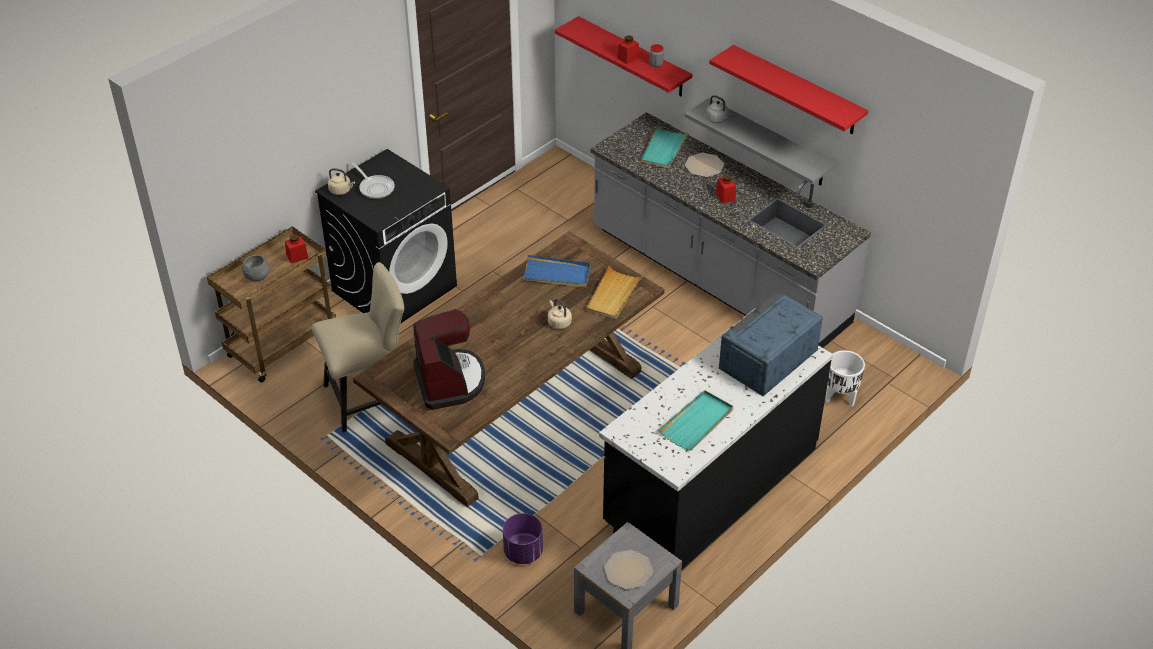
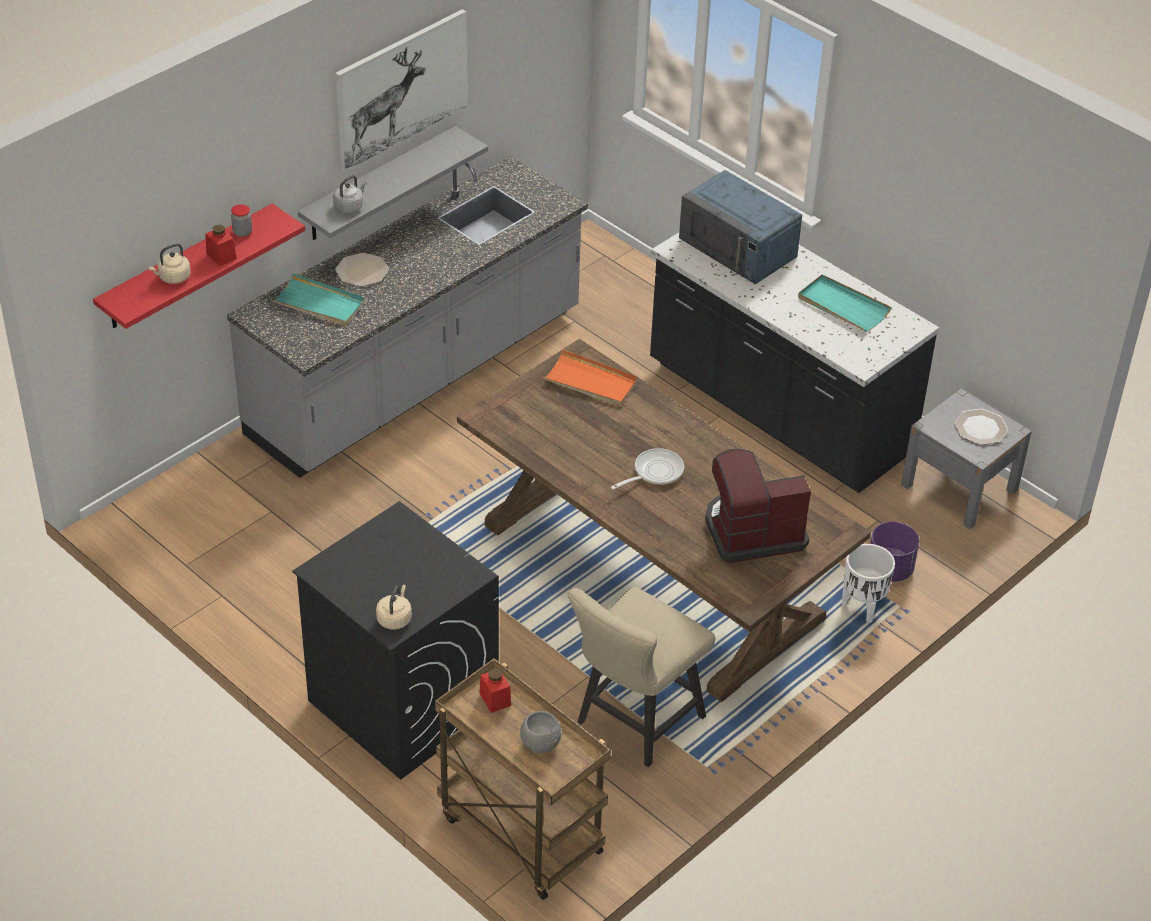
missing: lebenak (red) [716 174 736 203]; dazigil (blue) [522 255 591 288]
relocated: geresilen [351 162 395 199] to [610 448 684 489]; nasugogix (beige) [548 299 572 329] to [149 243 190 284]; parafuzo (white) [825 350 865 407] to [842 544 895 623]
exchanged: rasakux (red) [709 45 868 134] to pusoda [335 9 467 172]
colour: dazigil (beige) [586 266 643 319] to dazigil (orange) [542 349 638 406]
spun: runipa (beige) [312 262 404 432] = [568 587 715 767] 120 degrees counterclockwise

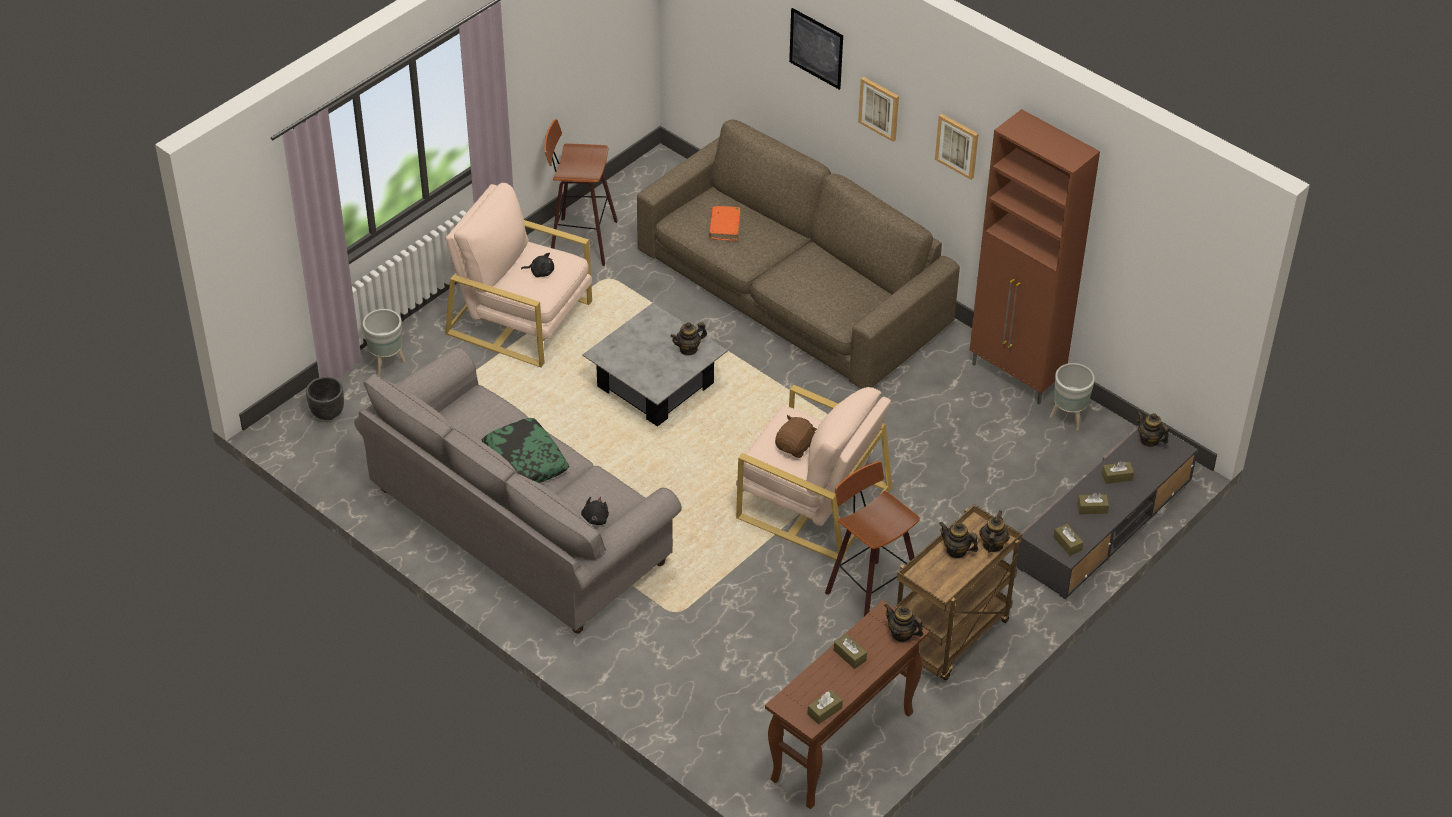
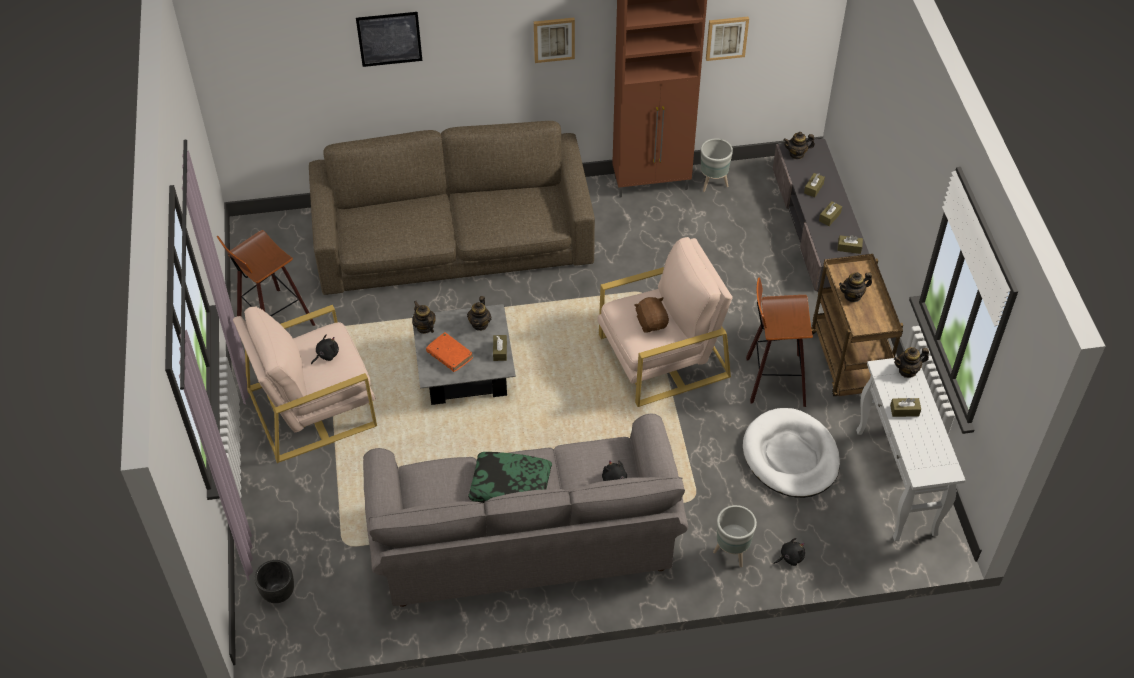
appeared: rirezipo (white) [743 408 840 498]; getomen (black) [773 538 805 566]
relocated: pusoda [858 77 899 142] to [706 17 749 61]; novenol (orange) [709 206 740 241] to [426 332 473 372]; parafuzo (grey) [363 309 406 376] to [713 505 757 567]; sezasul [979 510 1010 553] to [412 301 435 334]; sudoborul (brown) [808 690 843 724] to [493 335 507 361]
colour: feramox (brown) [765 600 929 809] to feramox (white) [856 358 965 542]

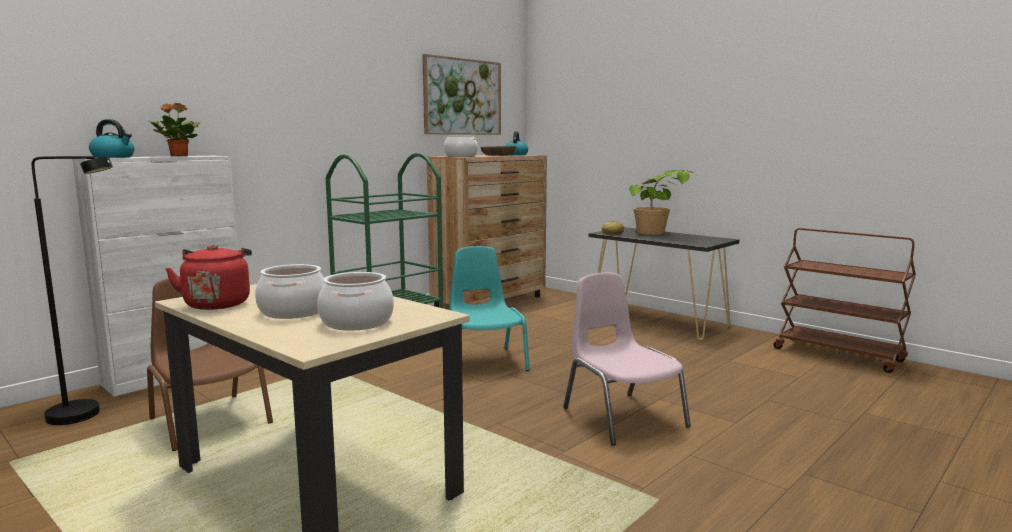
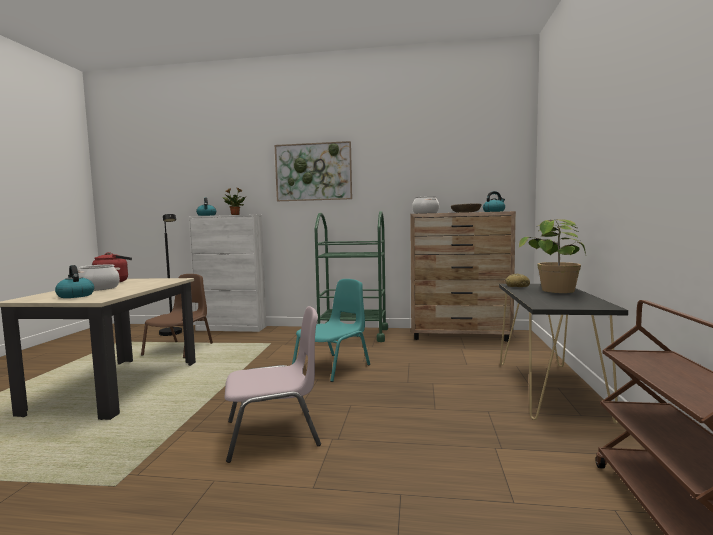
relocated: pusoda [422 54 501 135] to [275 141 352 201]
exchanged: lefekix [317 272 394 330] to nasugogix [55 265 94 298]
spun: runipa (pink) [563 273 691 445] = [224 306 321 463] 45 degrees clockwise

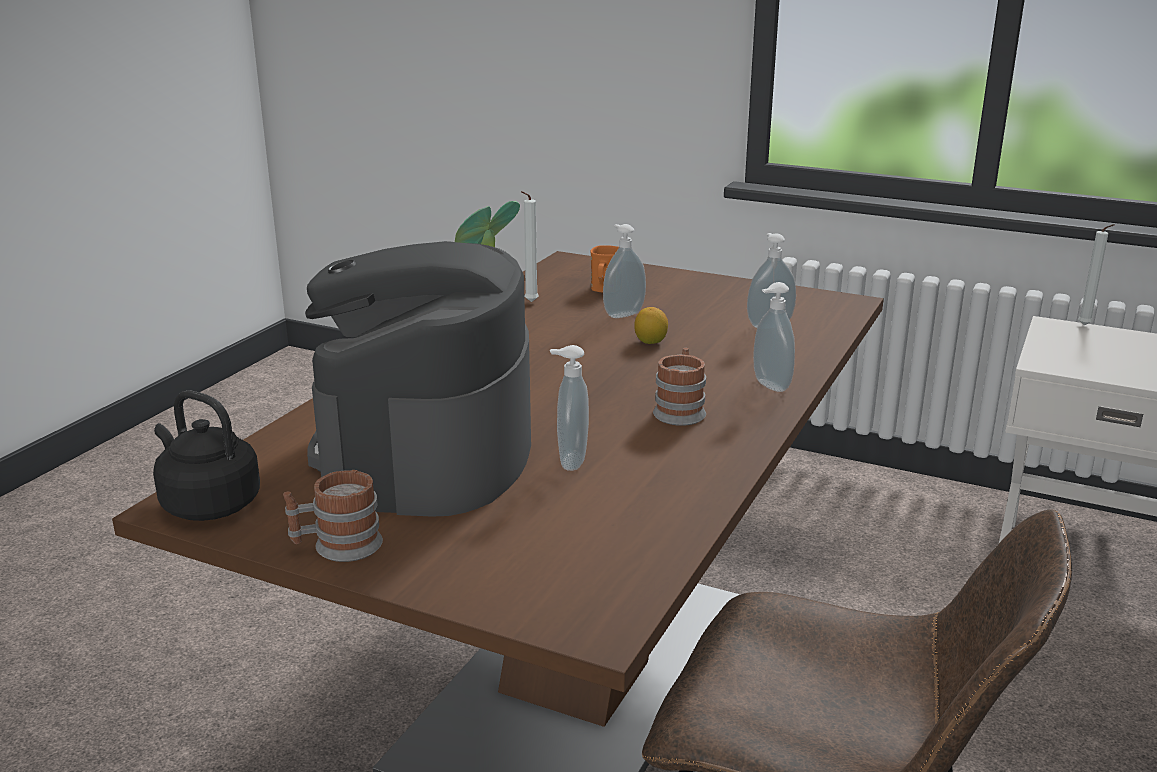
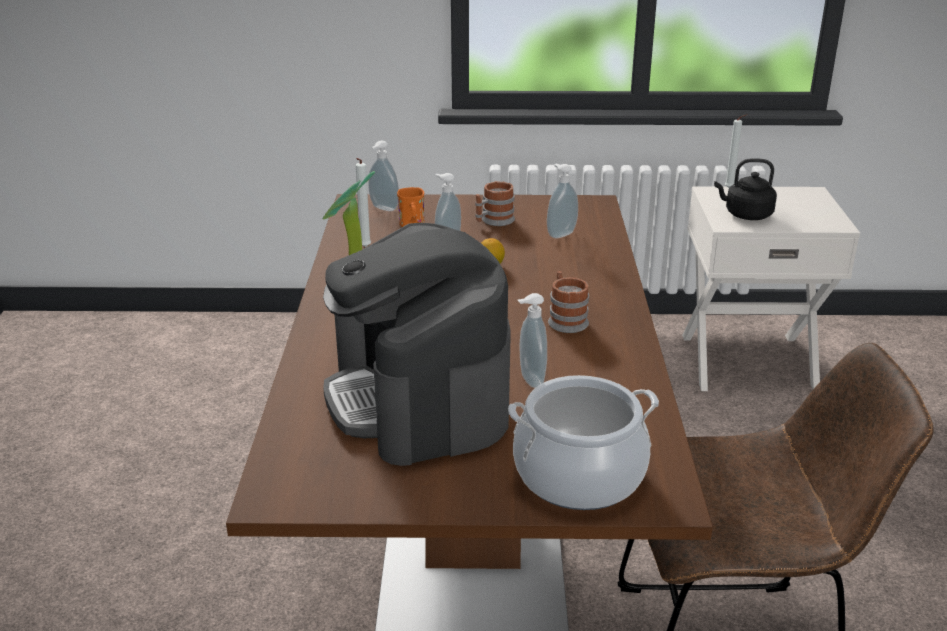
appeared: lefekix [508 375 659 510]
relocated: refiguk [753 282 795 392] to [368 140 399 211]; nasugogix (black) [153 390 260 521] to [714 158 777 220]; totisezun [283 470 383 562] to [475 181 515 226]

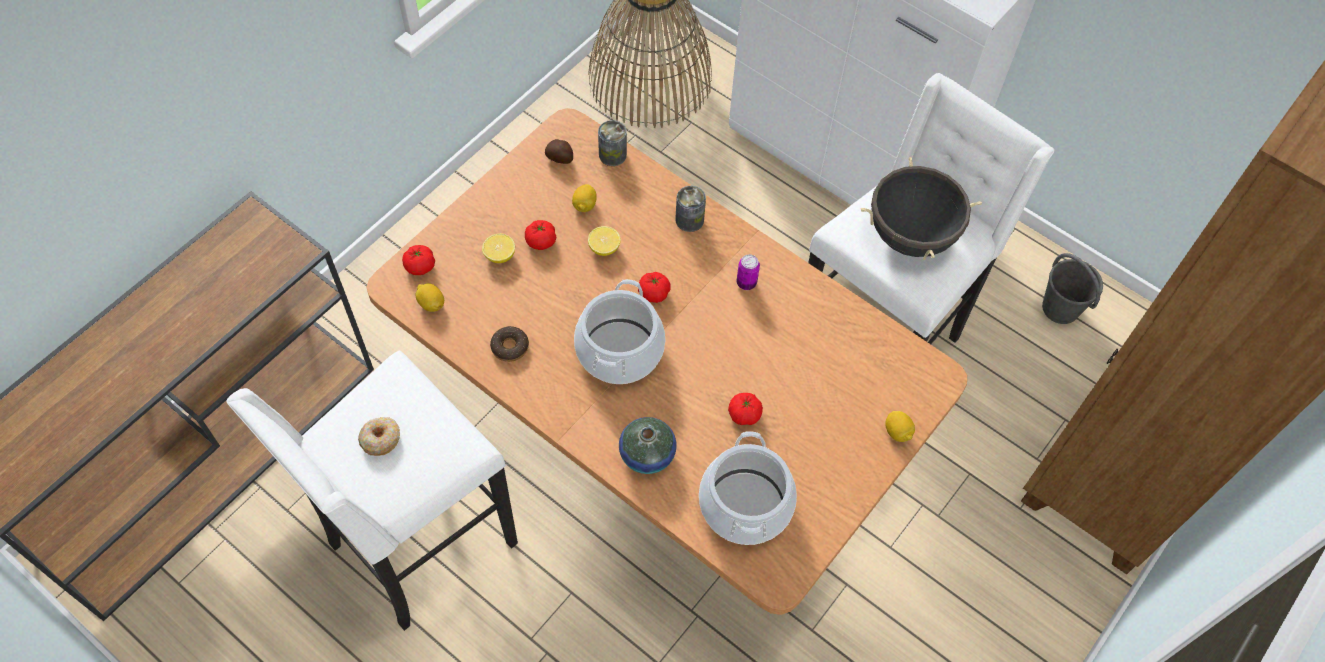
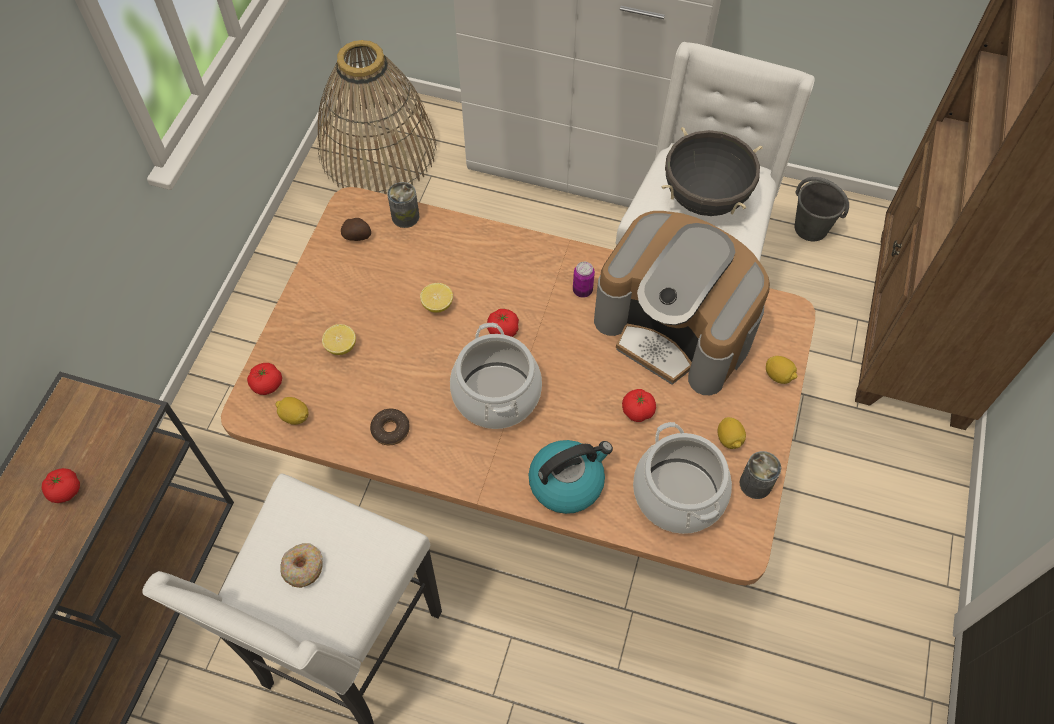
appeared: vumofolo [594 211 770 395]
relocated: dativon [572 184 597 212] to [718 417 746 449]; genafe [675 186 706 232] to [740 451 781 499]; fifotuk [525 220 557 250] to [42 468 80 503]
exchanged: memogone [619 417 677 474] to nasugogix [528 440 613 514]

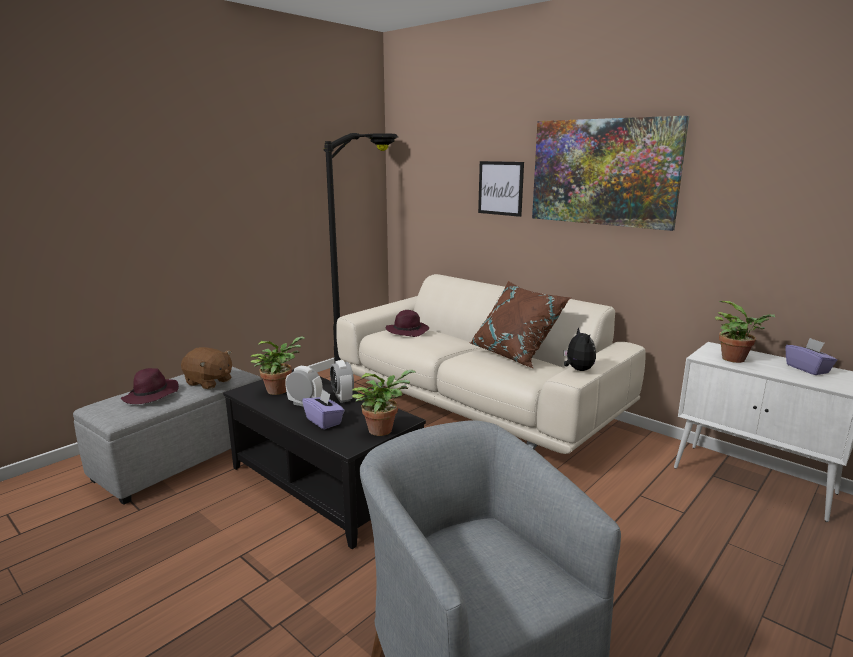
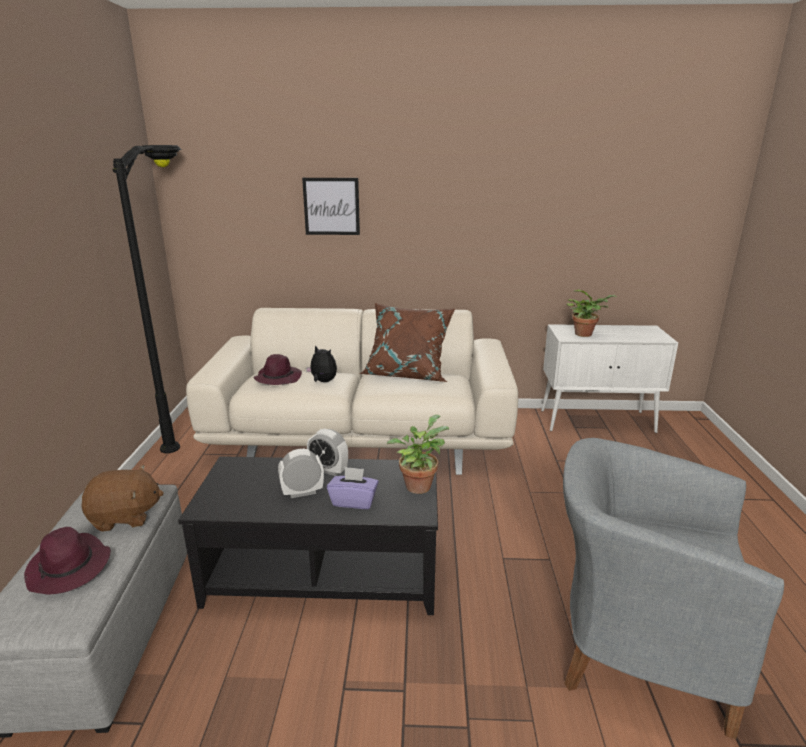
missing: pusoda [532 116 689 231]; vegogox [250 337 306 395]; sudoborul (purple) [785 338 837 375]
relocated: getomen [564 328 596 371] to [306 345 337 382]

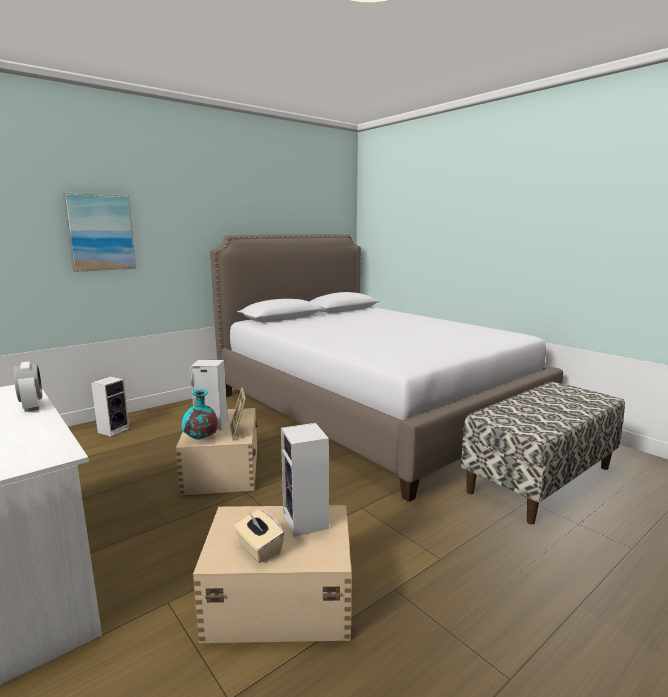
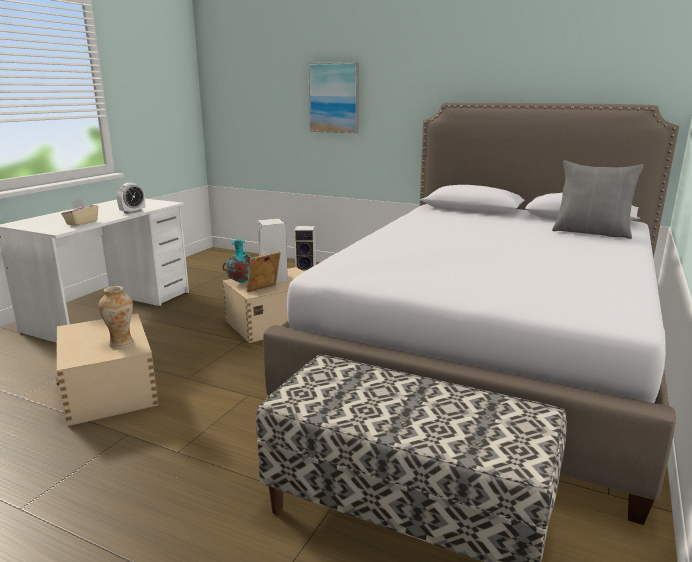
appeared: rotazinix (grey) [552 160 644 239]
relocated: sudoborul (beige) [234 509 285 563] to [61 199 98 226]
exchanged: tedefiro [281 423 329 536] to memogone [99 286 134 349]

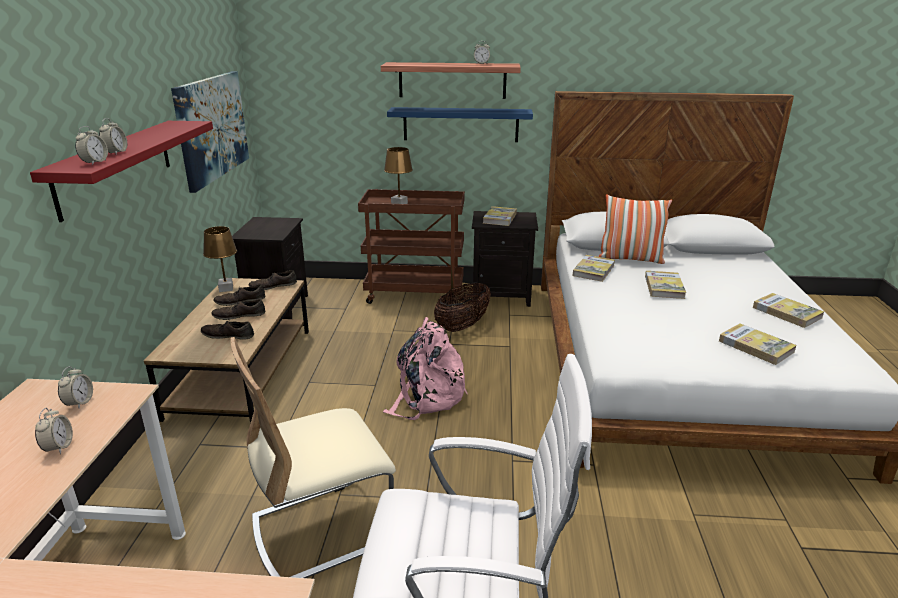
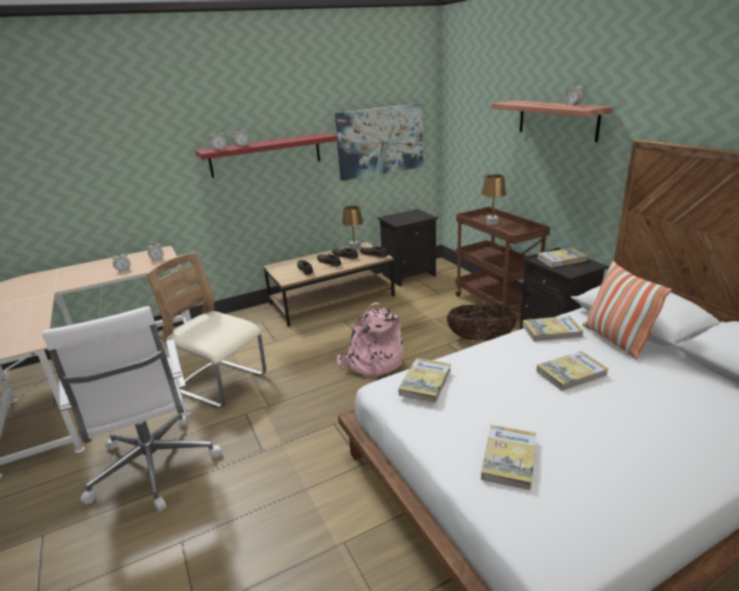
missing: rasakux (blue) [387 107 533 142]
relocated: novenol [753 293 824 328] to [398 358 451 403]

